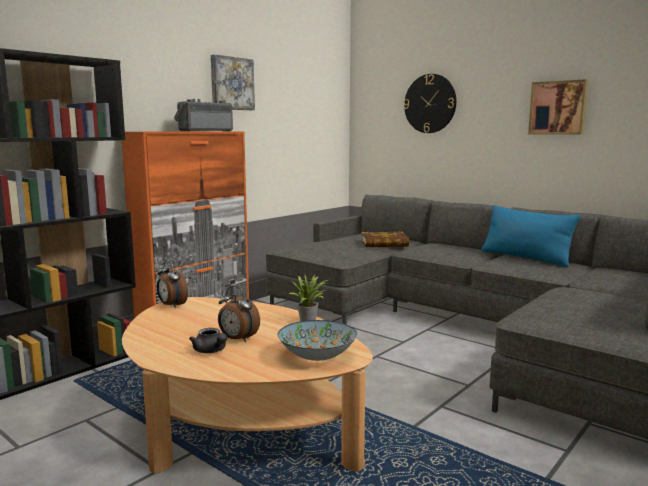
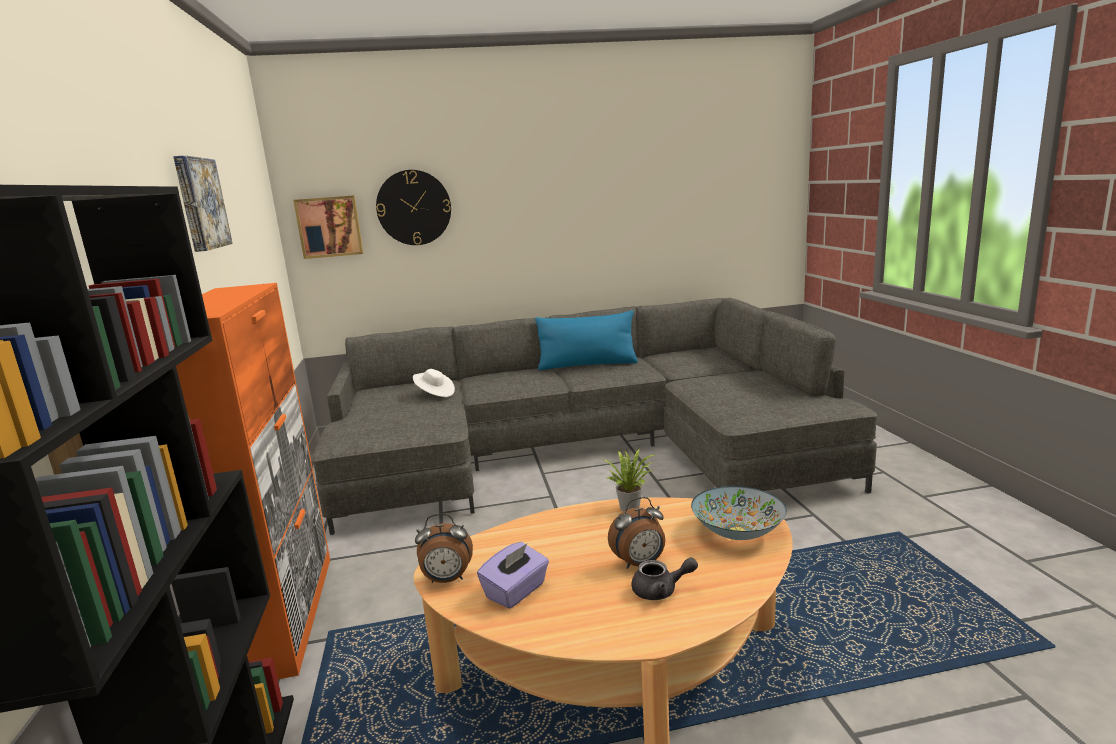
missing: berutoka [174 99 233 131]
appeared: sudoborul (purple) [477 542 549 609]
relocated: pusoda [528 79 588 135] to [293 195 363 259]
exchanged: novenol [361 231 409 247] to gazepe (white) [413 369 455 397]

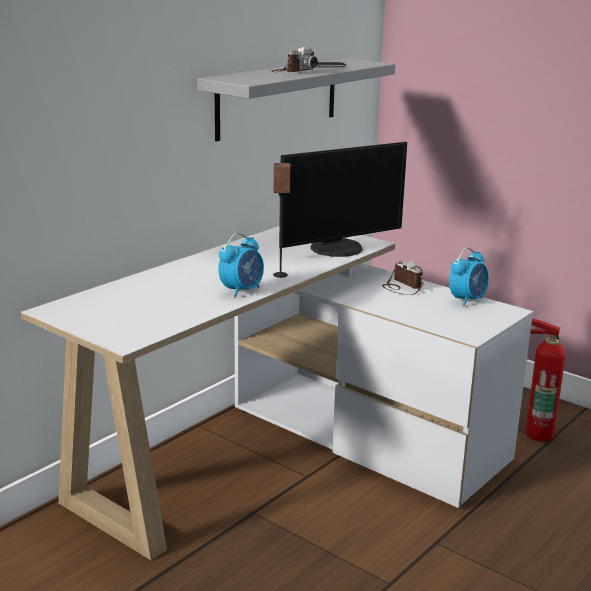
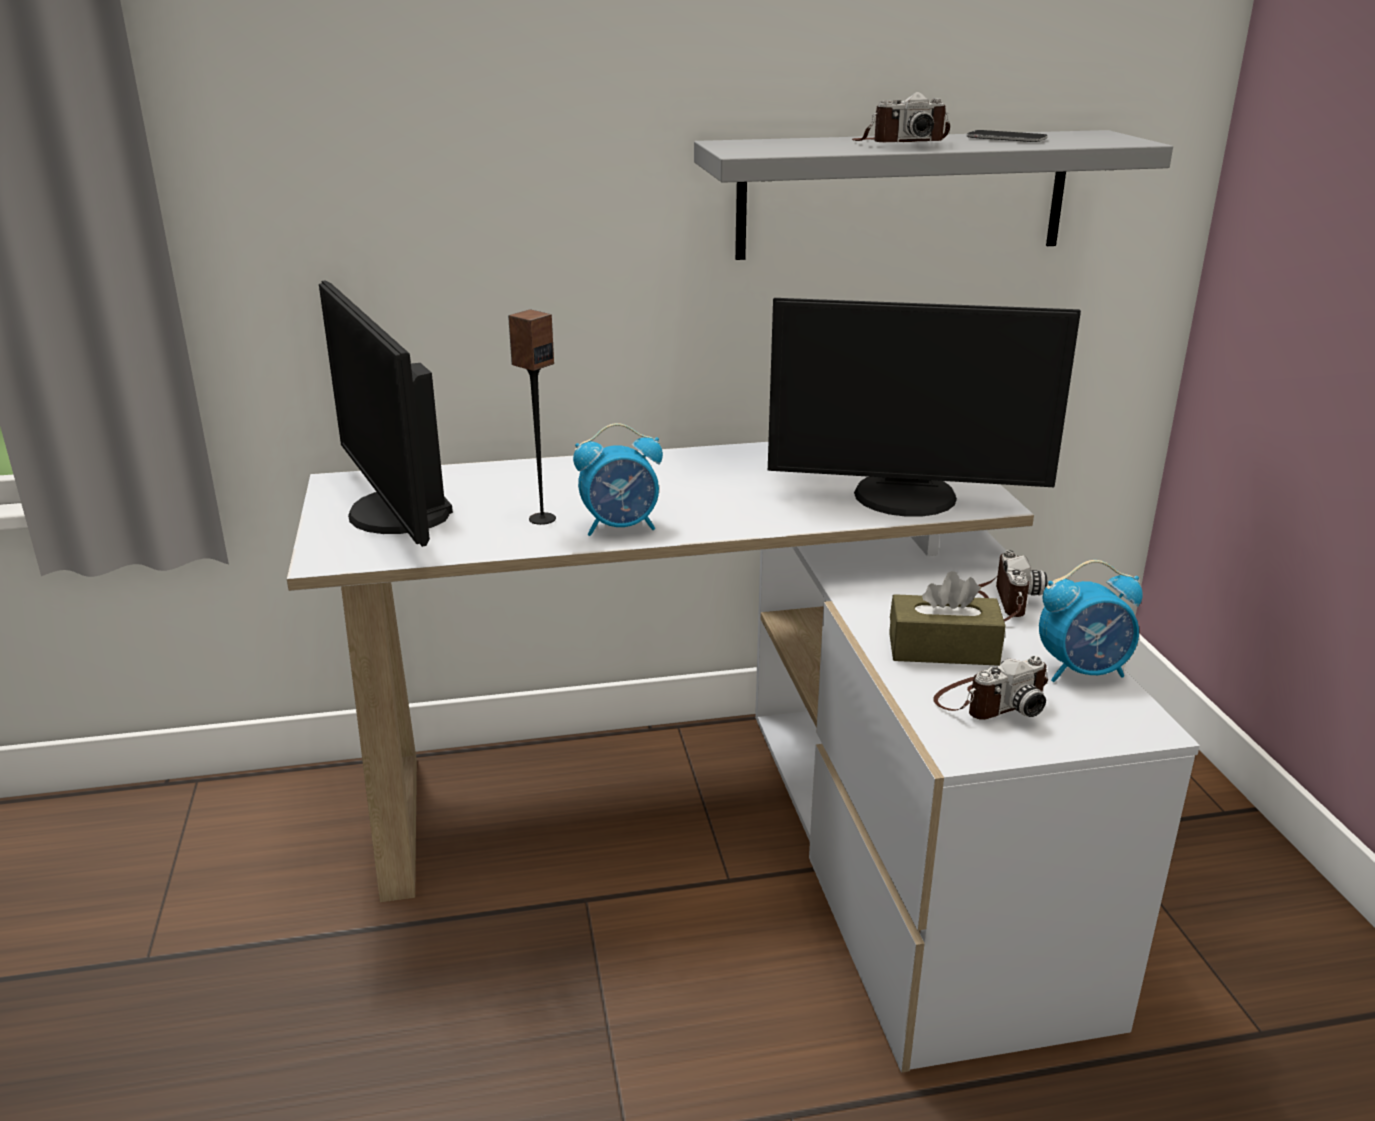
missing: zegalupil [525 318 566 442]
appeared: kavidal [319 280 453 547]; sudoborul (brown) [889 571 1006 666]; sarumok [933 656 1048 720]
relocated: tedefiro [273 163 290 278] to [508 309 556 525]

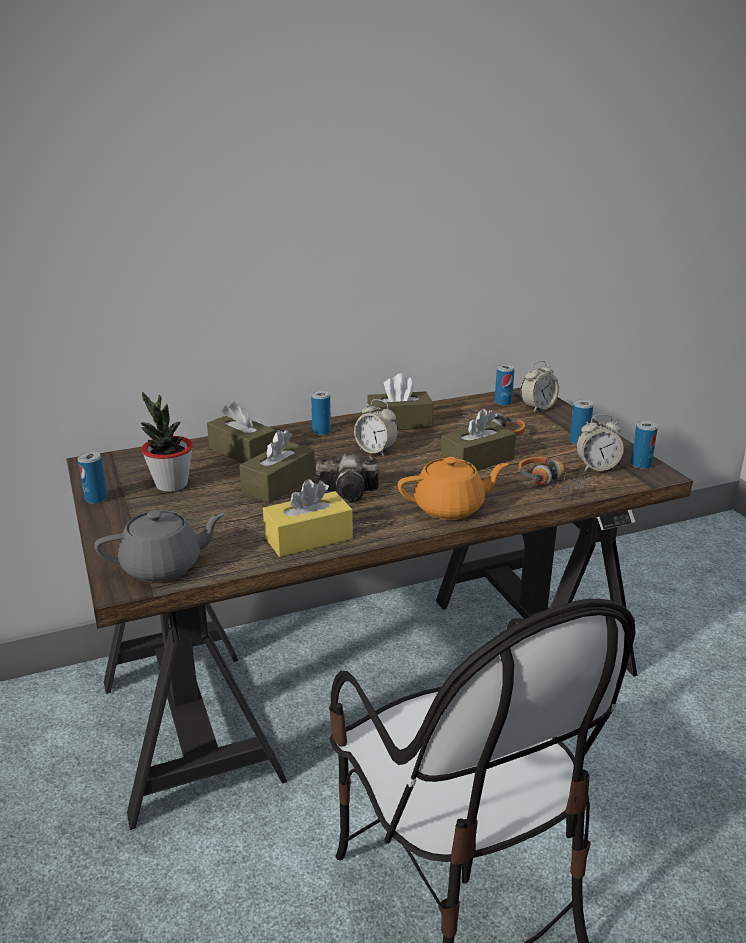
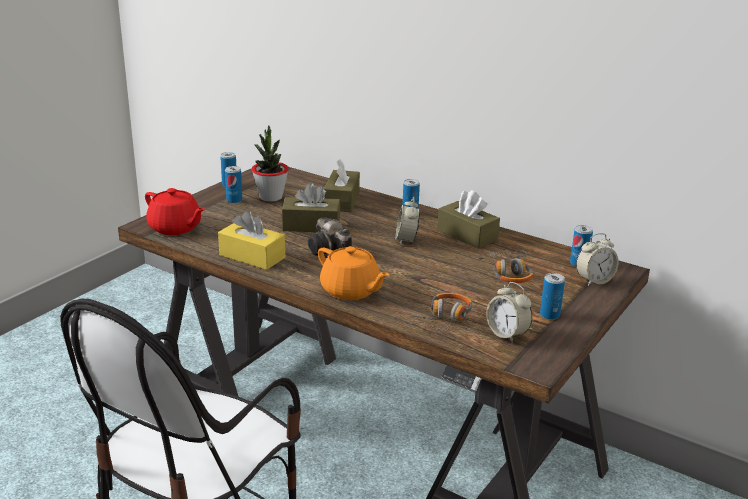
missing: sudoborul (brown) [441 408 516 470]
relocated: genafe [631 421 658 469] to [225 166 242 203]
colour: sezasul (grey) [94 510 226 582] to sezasul (red) [145 188 205 235]
spun: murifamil [521 361 559 412] = [576 233 619 286] 45 degrees counterclockwise

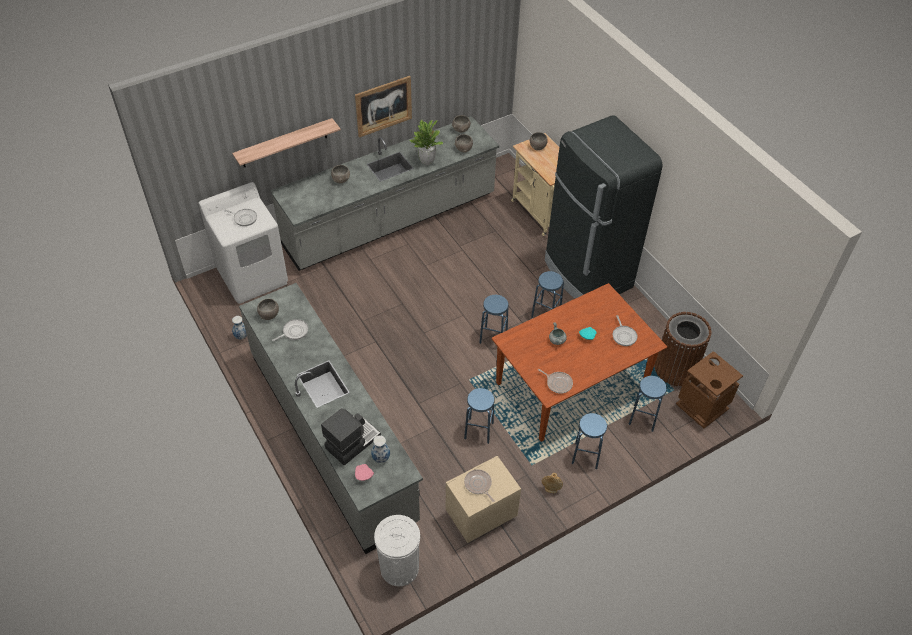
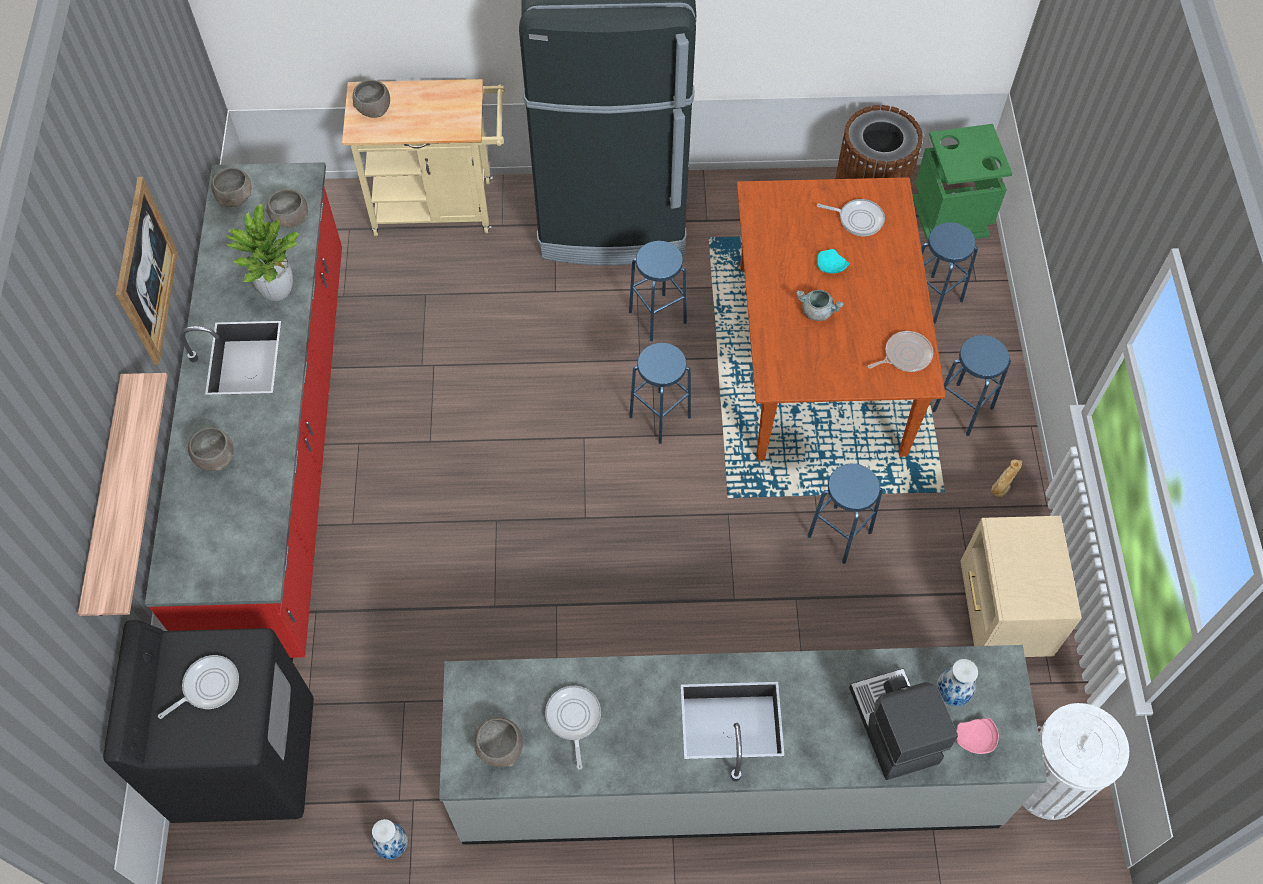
missing: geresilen [464 469 495 502]
colour: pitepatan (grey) [270 116 499 271] to pitepatan (red) [145 162 342 662]; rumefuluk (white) [198 182 288 304] to rumefuluk (black) [103 620 314 823]; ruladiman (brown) [676 351 743 429] to ruladiman (green) [913 124 1013 242]

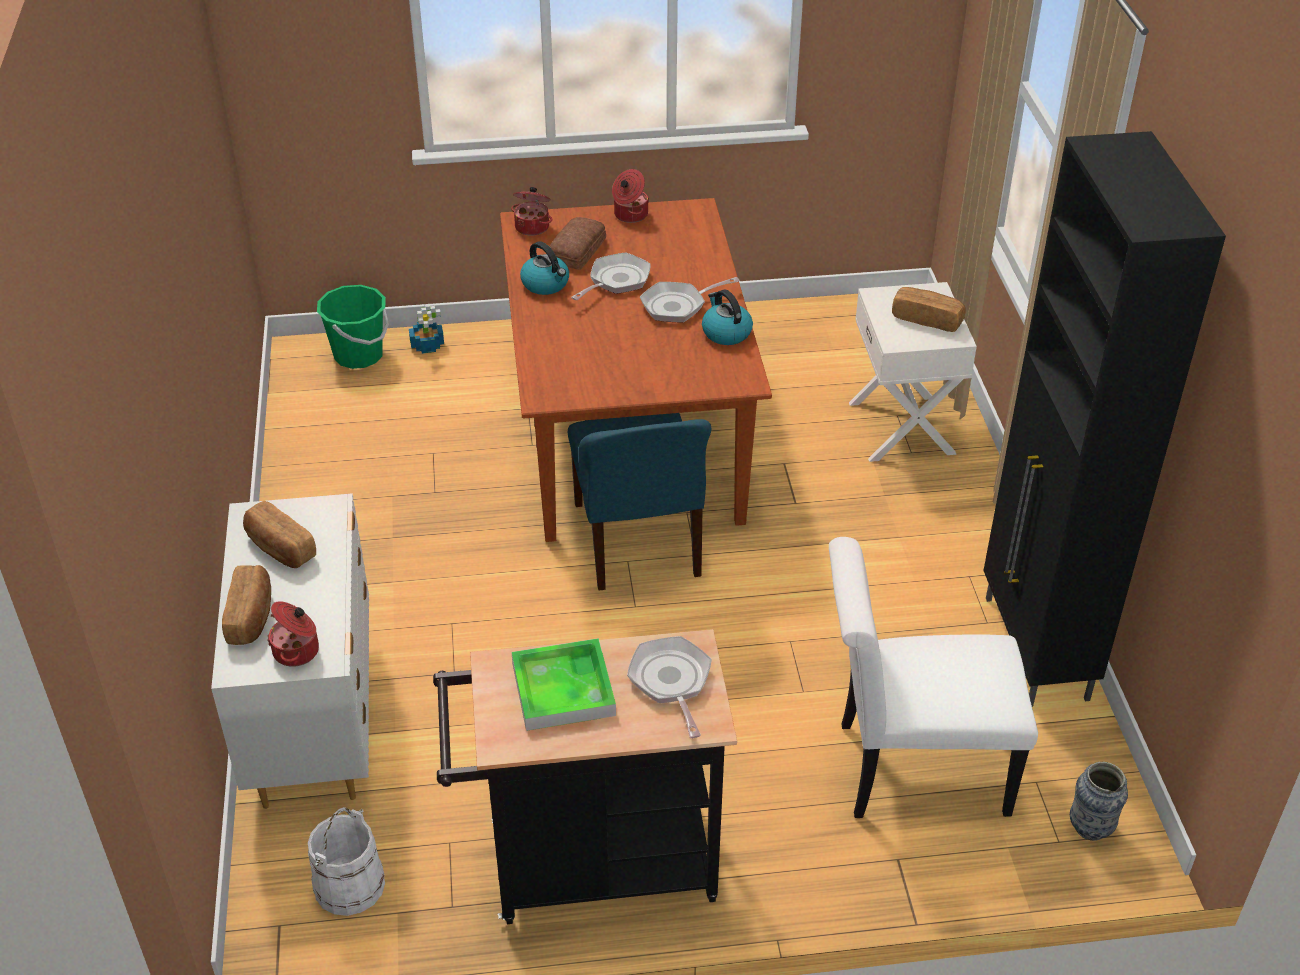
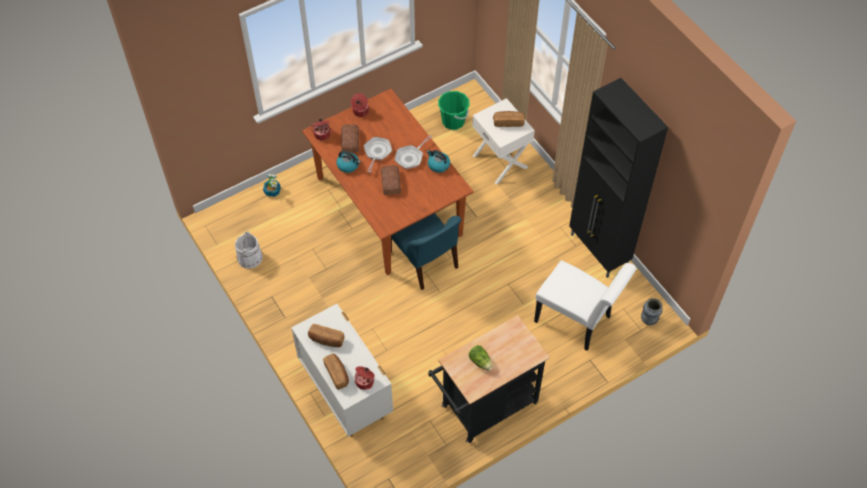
missing: geresilen [627 636 712 738]
appeared: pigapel [381 165 401 195]
relocated: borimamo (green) [317 285 389 369] to [438 91 470 130]; borimamo (white) [308 807 385 916] to [235 231 263 269]
exchanged: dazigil [511 638 616 731] to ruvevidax [469 345 492 370]
spun: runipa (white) [829 537 1038 818] = [534 260 637 351] 120 degrees counterclockwise

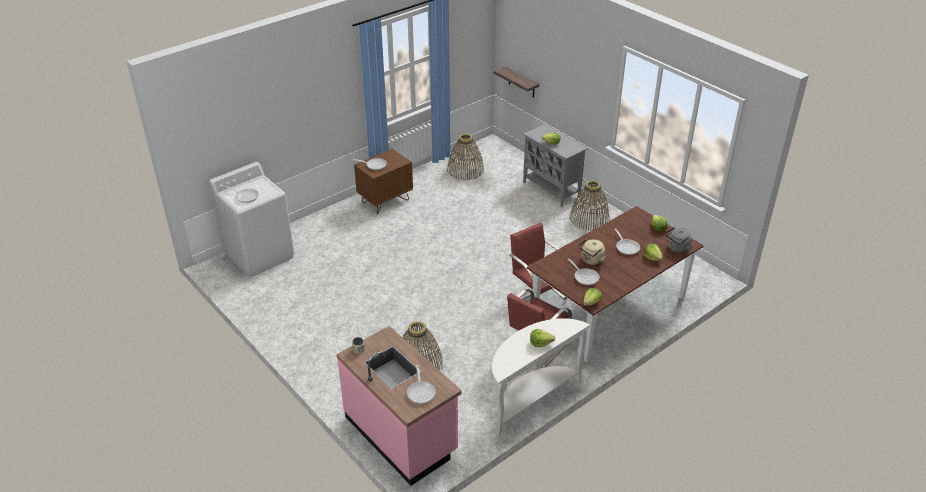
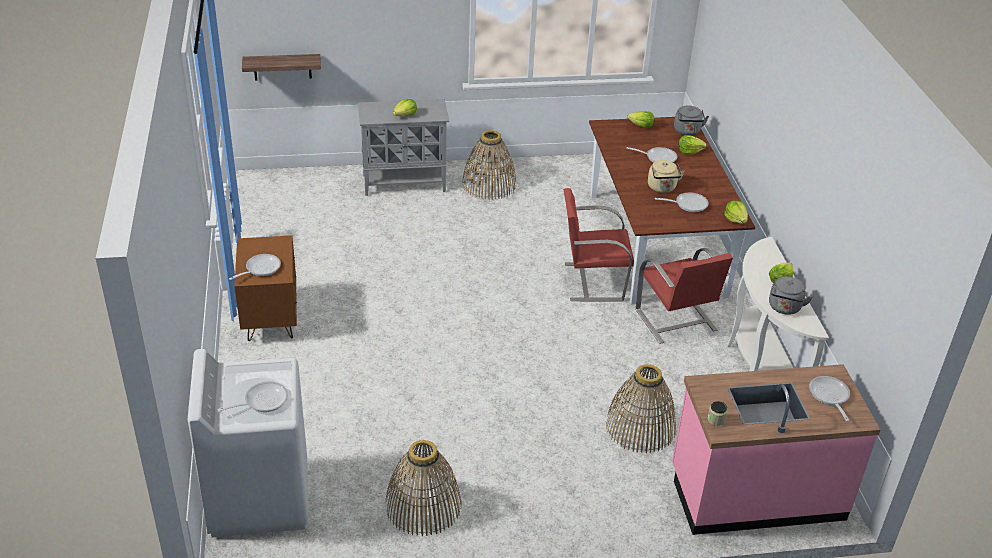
appeared: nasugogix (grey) [769 276 814 315]
relocated: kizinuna [447 134 484 181] to [385 440 461 536]
spun: geresilen [407 365 436 404] = [809 376 850 422] 120 degrees counterclockwise

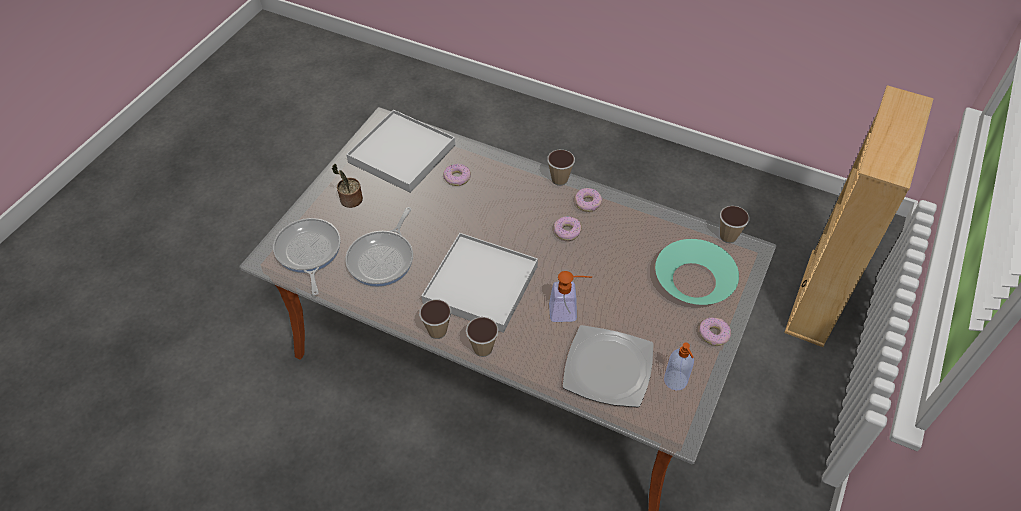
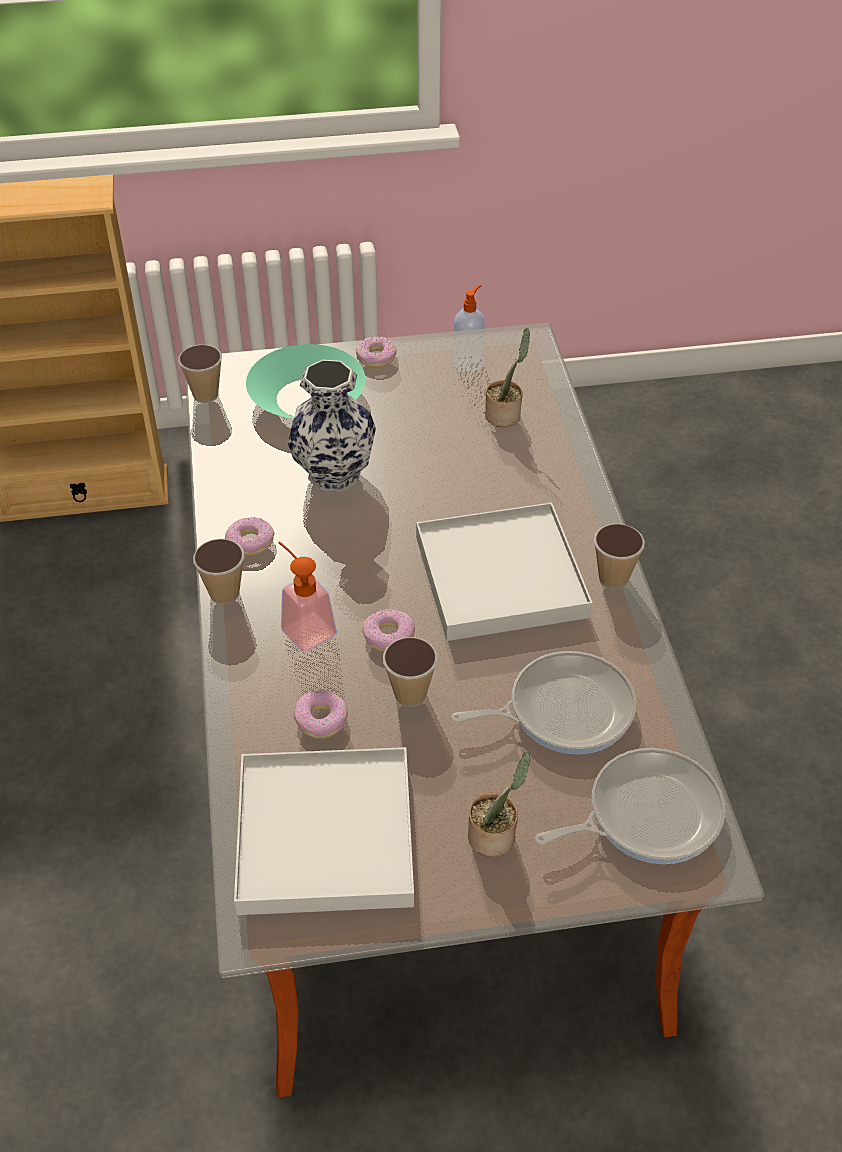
appeared: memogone [288 360 376 492]
relocated: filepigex [553 216 582 241] to [362 609 415 652]; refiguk [549 271 592 322] to [279 542 337 653]; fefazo [466 317 499 357] to [383 637 438 707]
exchanged: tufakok [562 325 654 407] to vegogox [485 328 530 427]
spun: geresilen [273 218 341 295] = [535 748 725 864] 150 degrees counterclockwise

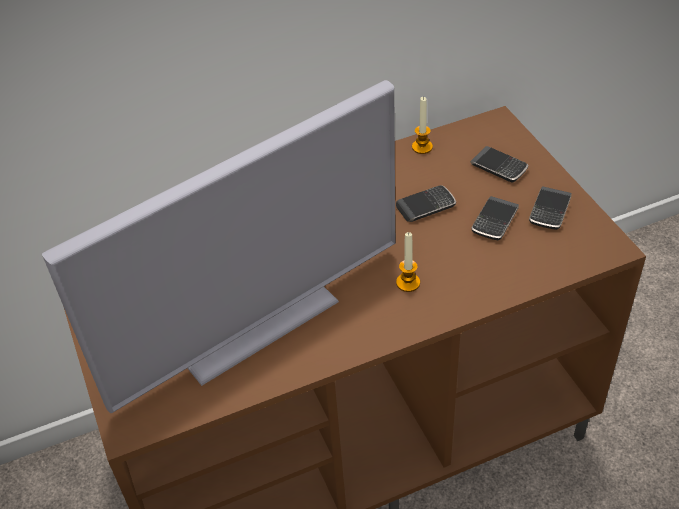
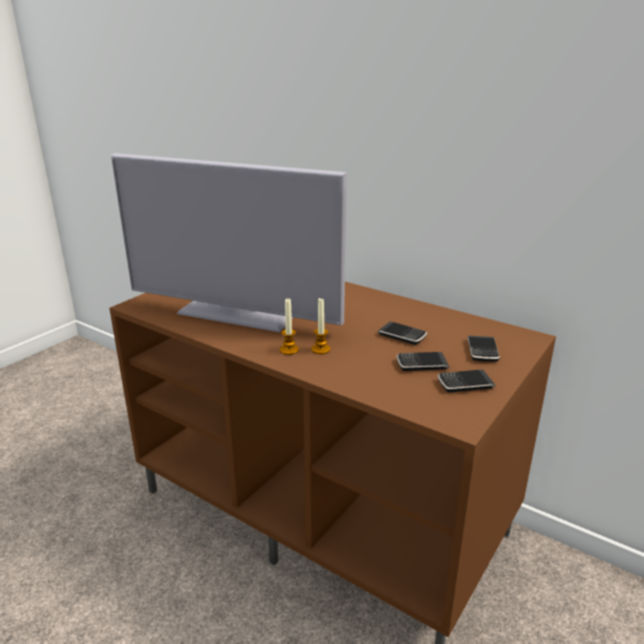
relocated: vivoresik [412 97 433 154] to [280 298 299 355]

